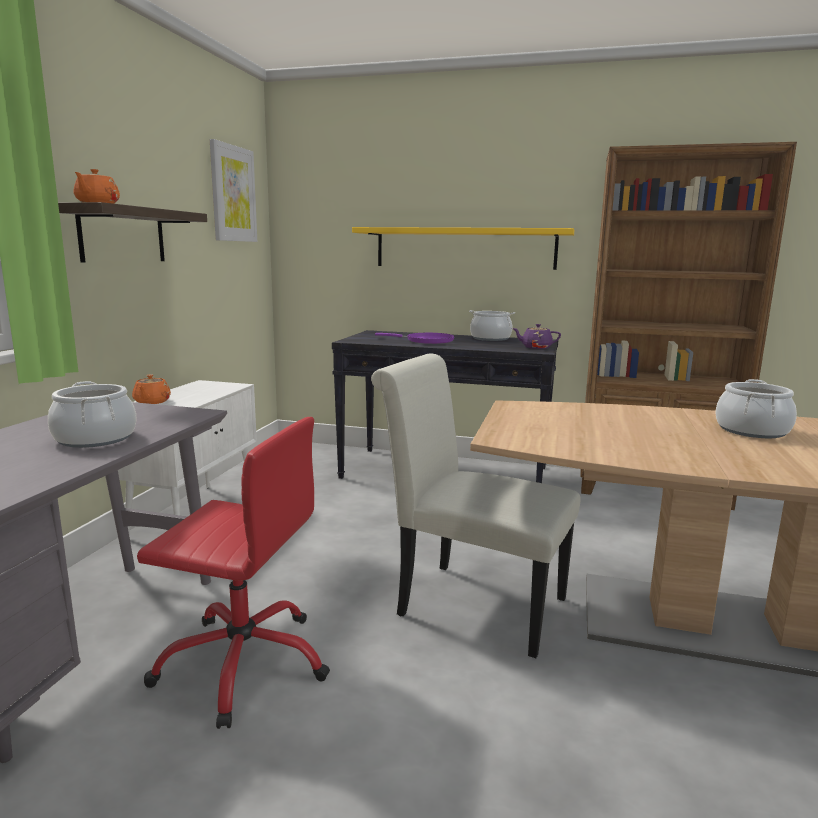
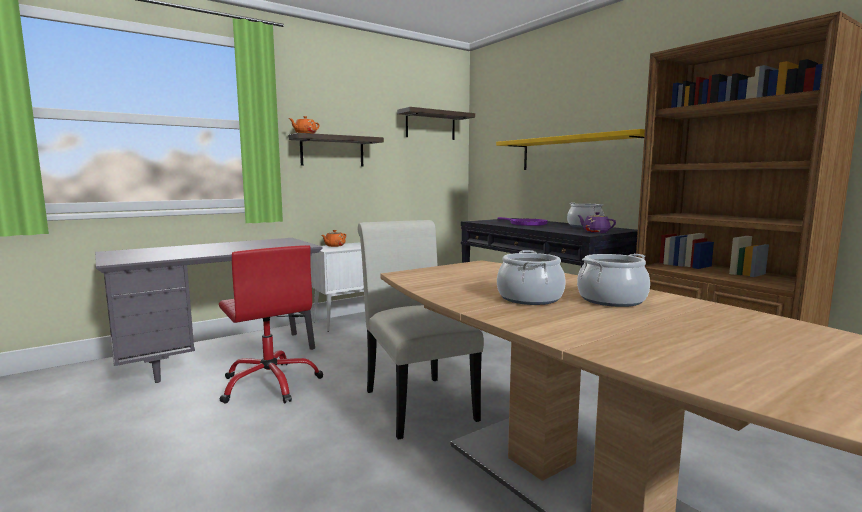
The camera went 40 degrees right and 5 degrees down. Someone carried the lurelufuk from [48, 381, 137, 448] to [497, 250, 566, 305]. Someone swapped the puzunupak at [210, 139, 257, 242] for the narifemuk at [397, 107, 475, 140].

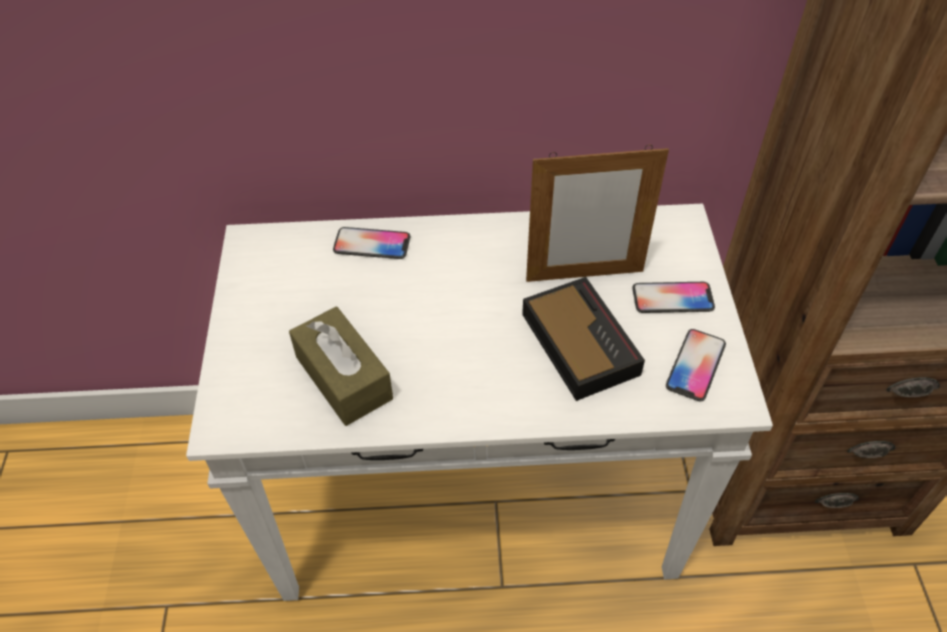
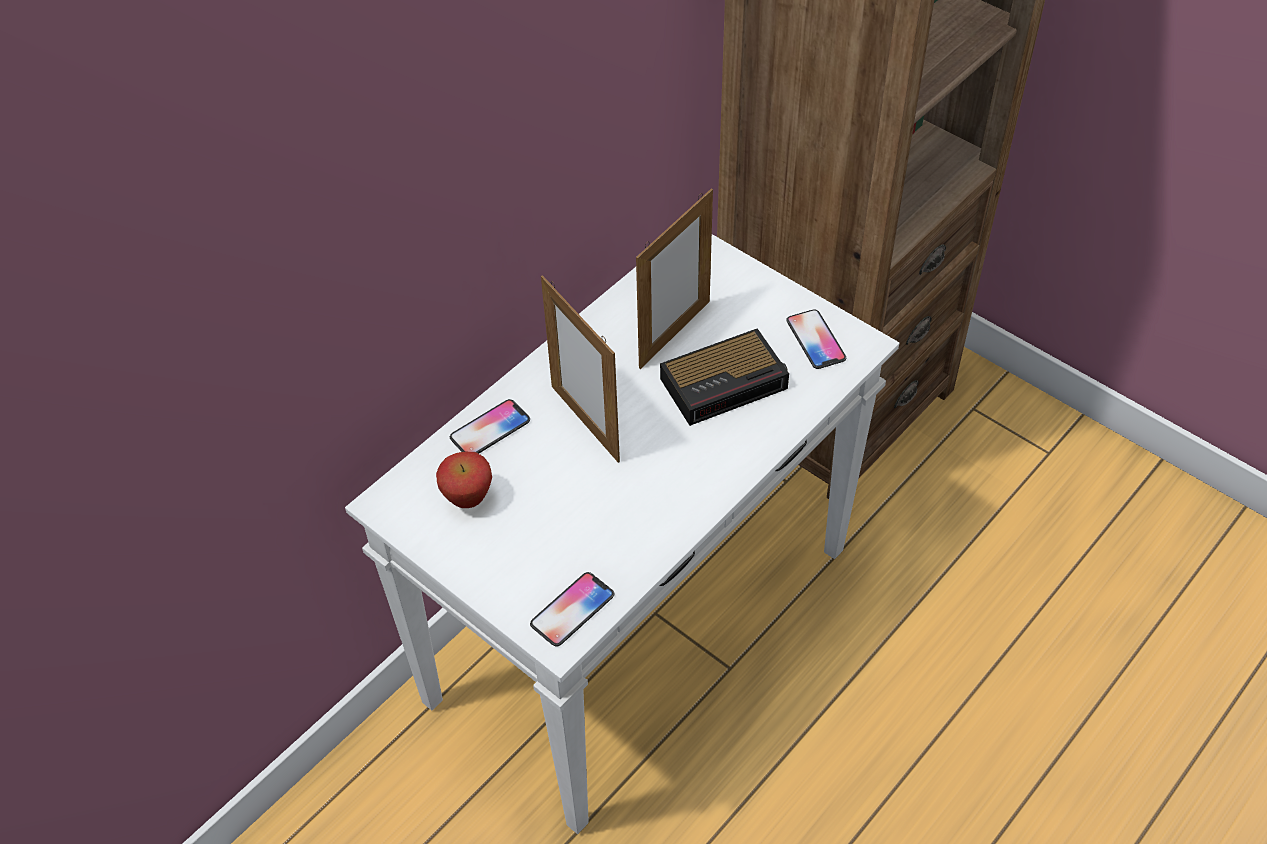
The camera went 45 degrees left and 0 degrees up. Someone took away the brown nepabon at [289, 307, 393, 426]. Someone rotated the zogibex at [522, 277, 645, 401] by 135 degrees clockwise. Someone carried the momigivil from [633, 282, 715, 313] to [530, 572, 614, 647]. Someone put down the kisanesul at [436, 452, 492, 508]. Someone put down the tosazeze at [541, 275, 620, 463].

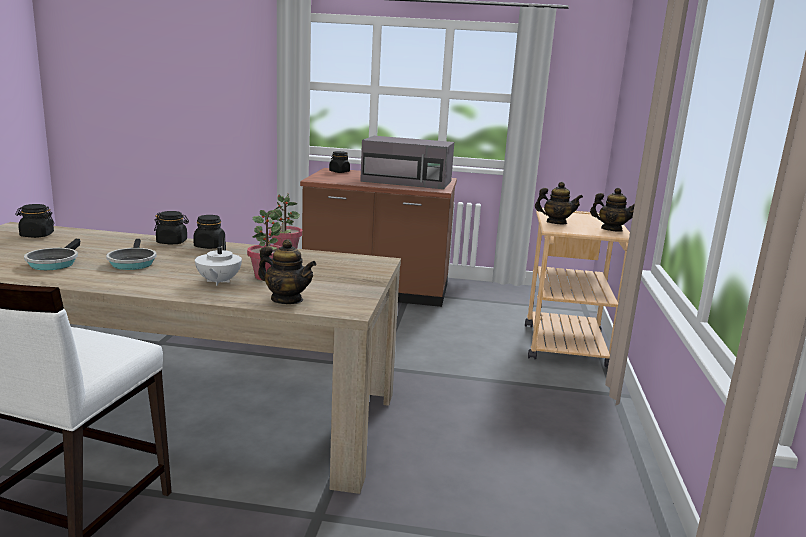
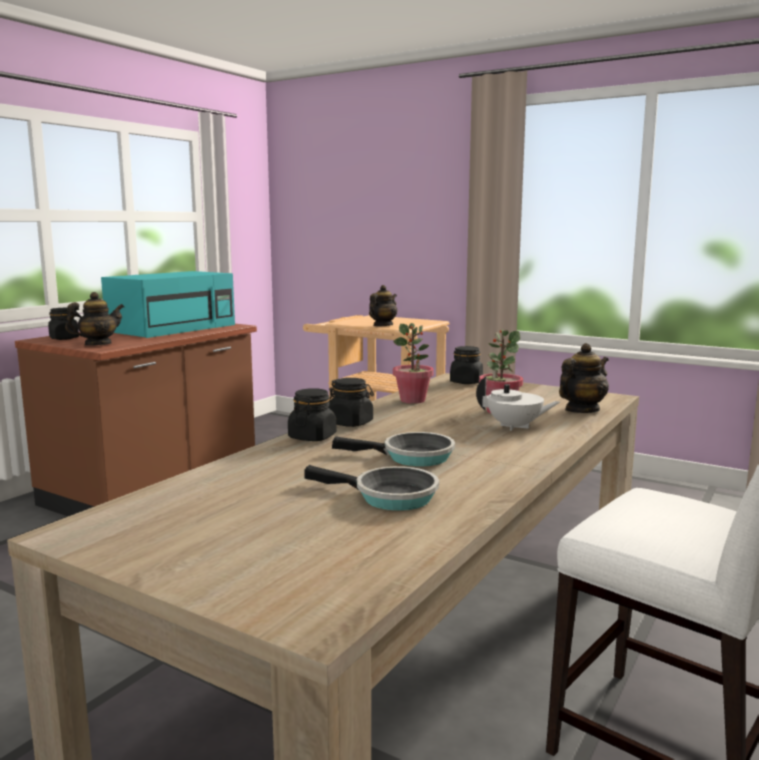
The camera went 65 degrees left and 5 degrees down. Someone carried the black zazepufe from [15, 204, 54, 238] to [450, 346, 483, 384]. Someone repainted the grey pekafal at [360, 136, 454, 189], which became the turquoise pekafal at [101, 271, 235, 338]. Someone carried the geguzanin from [590, 188, 635, 232] to [65, 292, 124, 345].

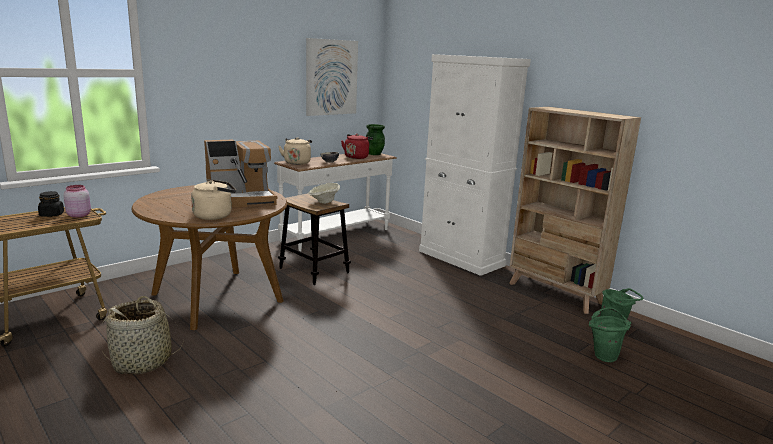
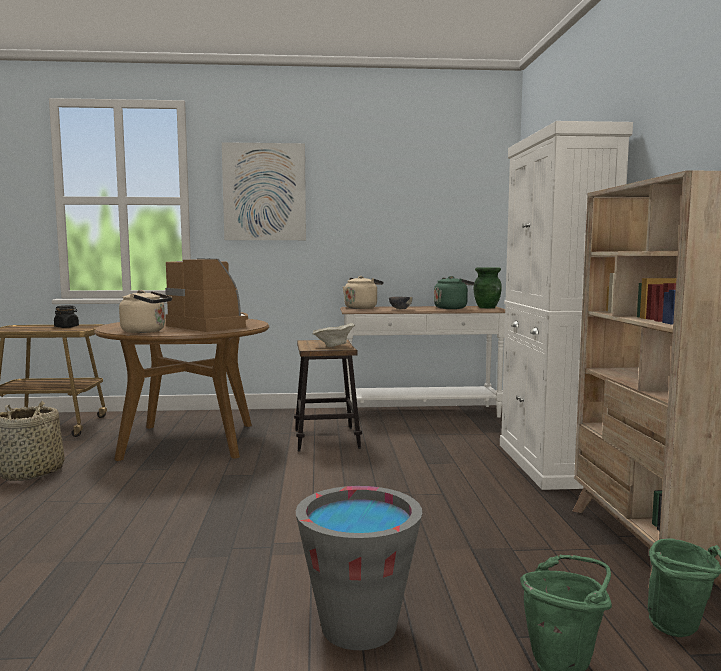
The camera went 40 degrees right and 10 degrees down. Someone took away the pink zazepufe at [63, 185, 91, 218]. Someone rotated the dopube at [204, 140, 277, 207] by 150 degrees counterclockwise. Someone carried the puzunupak from [306, 38, 358, 116] to [222, 142, 306, 240]. Someone repainted the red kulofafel at [341, 134, 373, 159], which became the green kulofafel at [434, 276, 475, 309]. Someone put down the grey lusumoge at [296, 486, 422, 650].

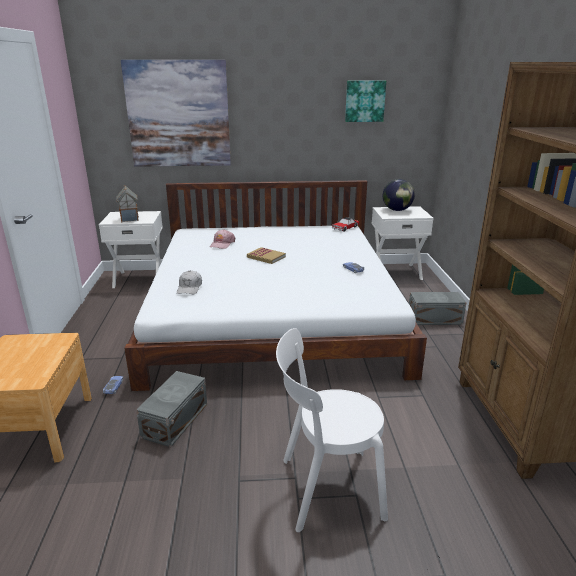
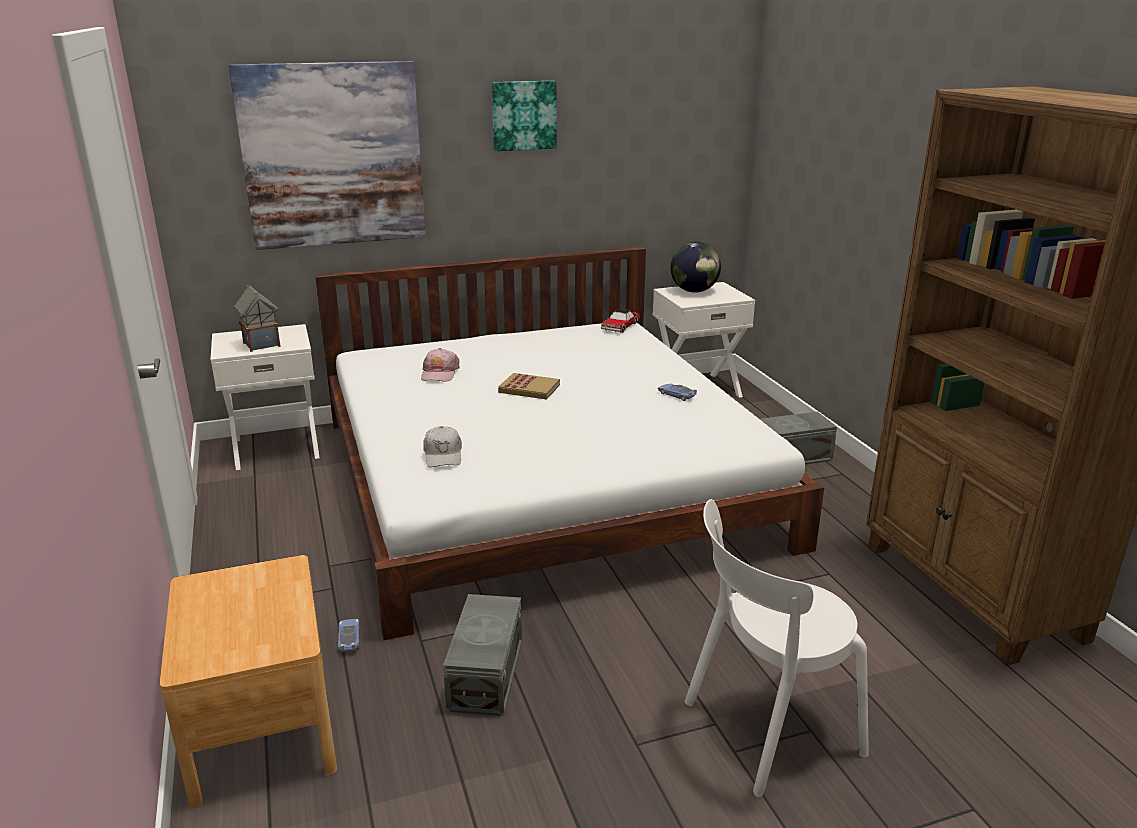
The camera went 15 degrees left and 0 degrees up. Someone carried the puzunupak from [345, 81, 386, 122] to [492, 81, 557, 151].

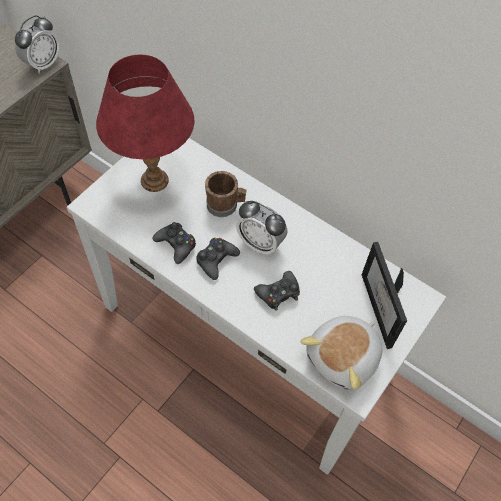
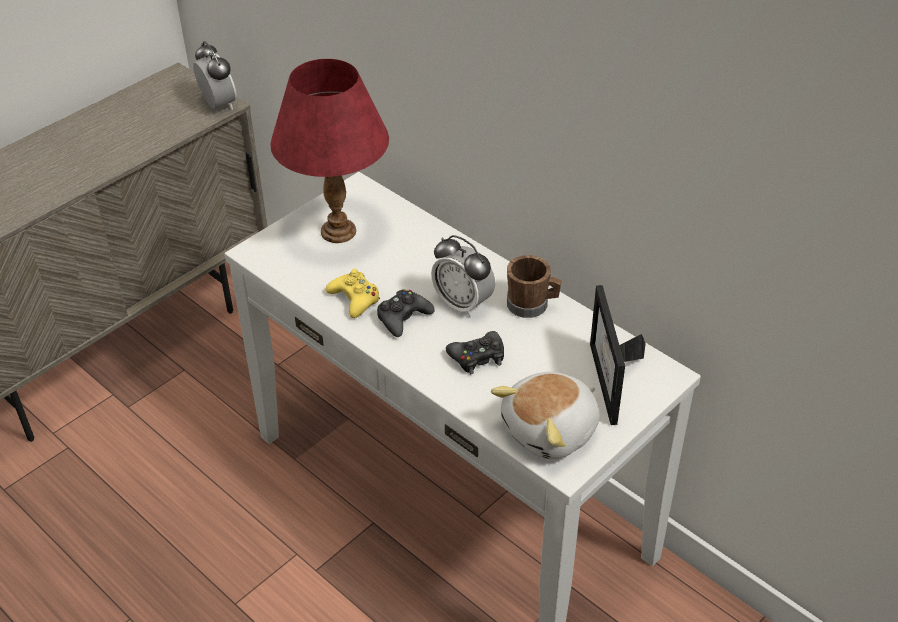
The camera went 10 degrees right and 15 degrees down. Someone rotated the zogibex at [15, 15, 60, 74] by 75 degrees counterclockwise. Someone repainted the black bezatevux at [153, 222, 196, 264], which became the yellow bezatevux at [326, 269, 380, 318]. Someone carried the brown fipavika from [205, 171, 246, 217] to [507, 255, 562, 318].

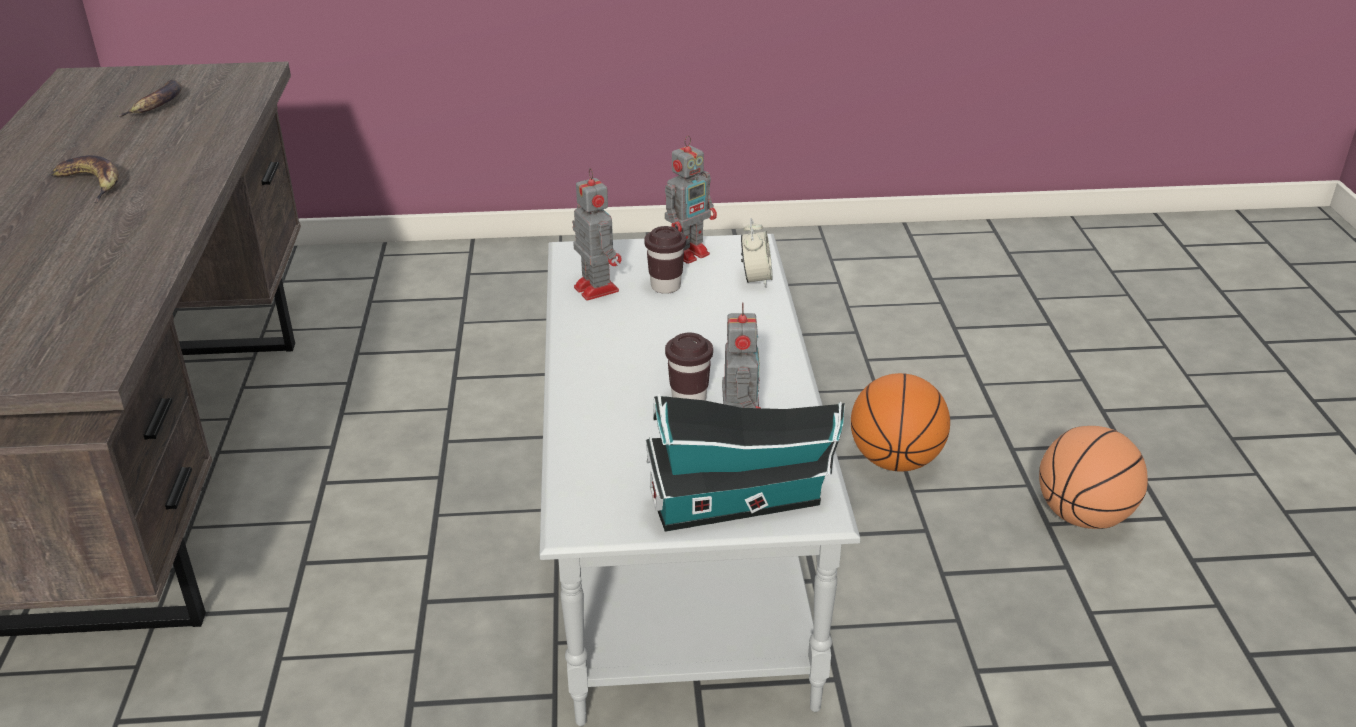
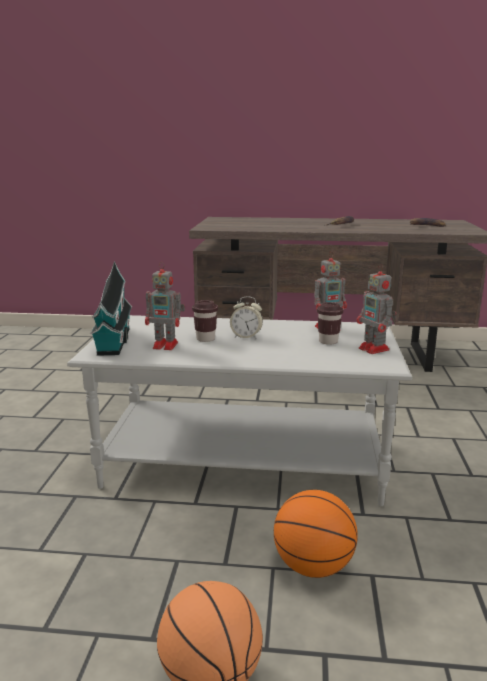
The camera went 100 degrees right and 15 degrees down. Someone carried the zogibex from [741, 218, 773, 288] to [230, 296, 263, 339].

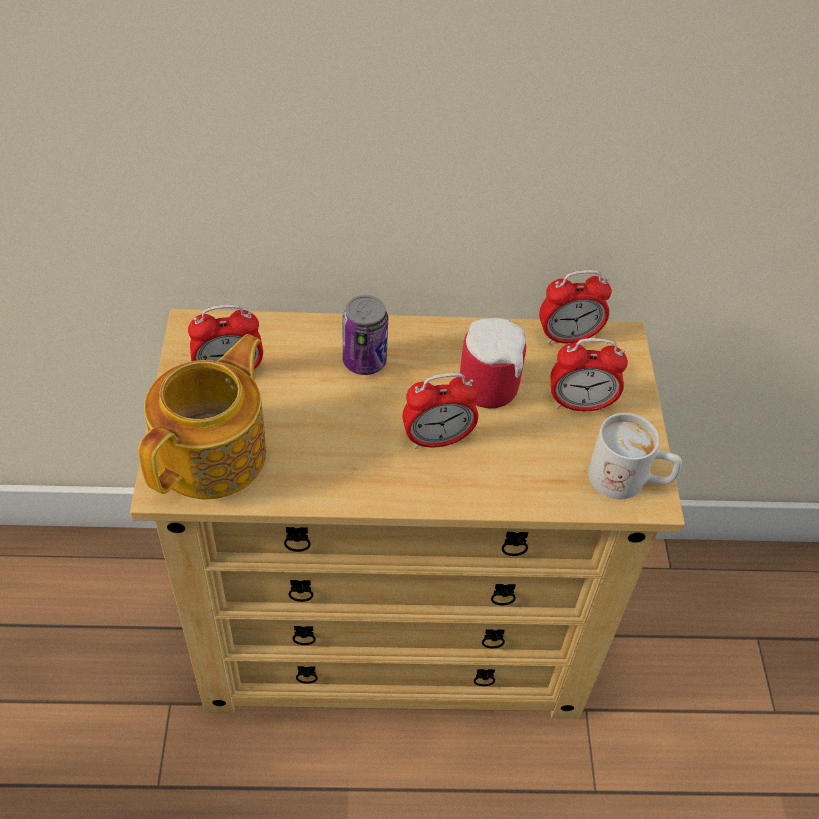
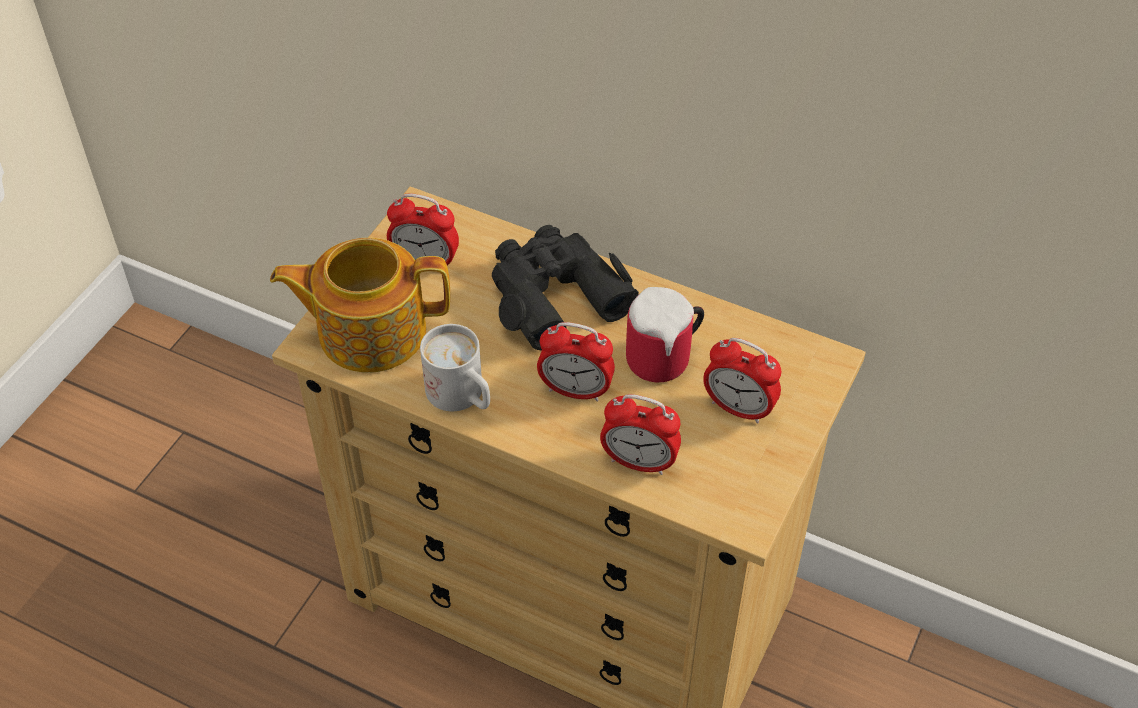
The camera went 30 degrees right and 0 degrees up. Someone rotated the geguzanin at [138, 334, 266, 500] by 150 degrees counterclockwise. Someone swapped the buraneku at [343, 295, 388, 375] for the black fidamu at [492, 225, 639, 351]. Someone carried the zogibex from [539, 270, 612, 344] to [600, 394, 681, 475]. Someone carried the white fipavika from [588, 413, 682, 499] to [420, 324, 490, 411].

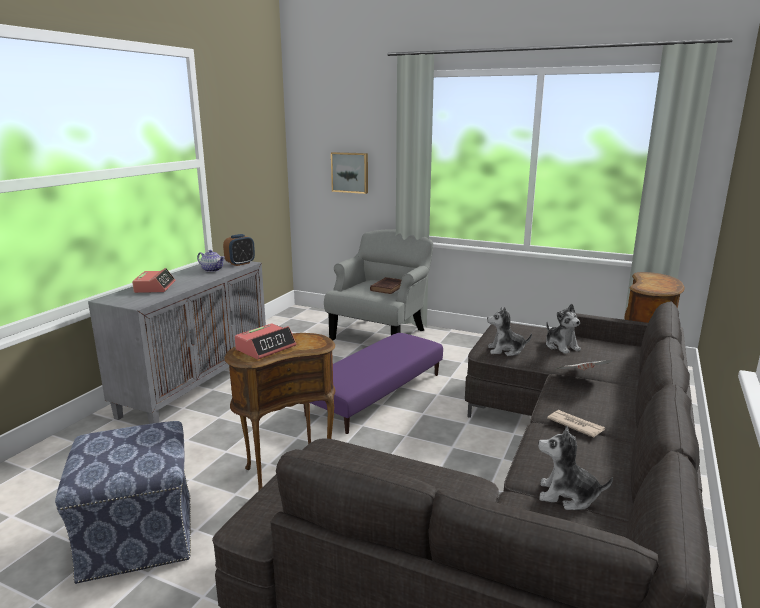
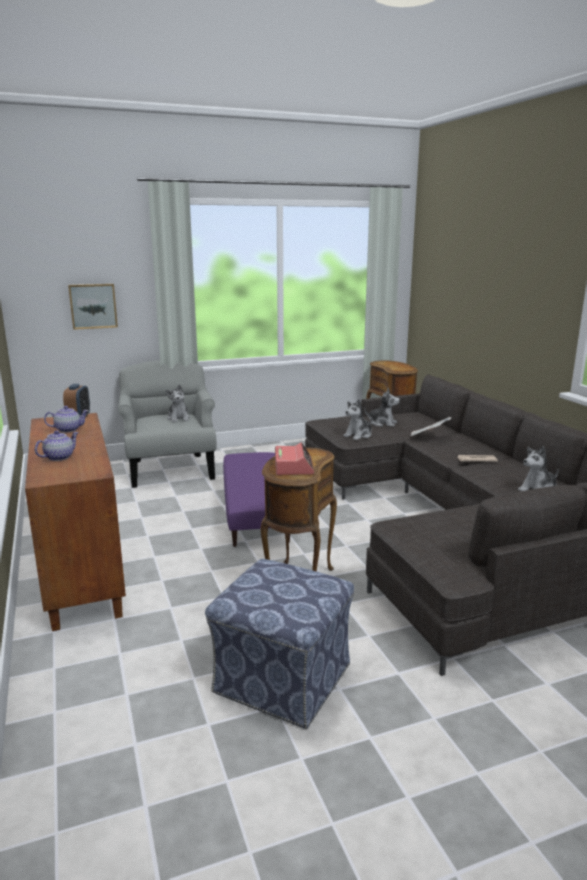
The camera went 45 degrees left and 0 degrees up. Someone repainted the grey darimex at [88, 258, 266, 424], which became the brown darimex at [25, 413, 126, 631]. Someone swapped the zogibex at [132, 268, 175, 293] for the geguzanin at [35, 430, 79, 461]. Someone swapped the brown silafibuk at [370, 277, 402, 294] for the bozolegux at [166, 384, 190, 422].

